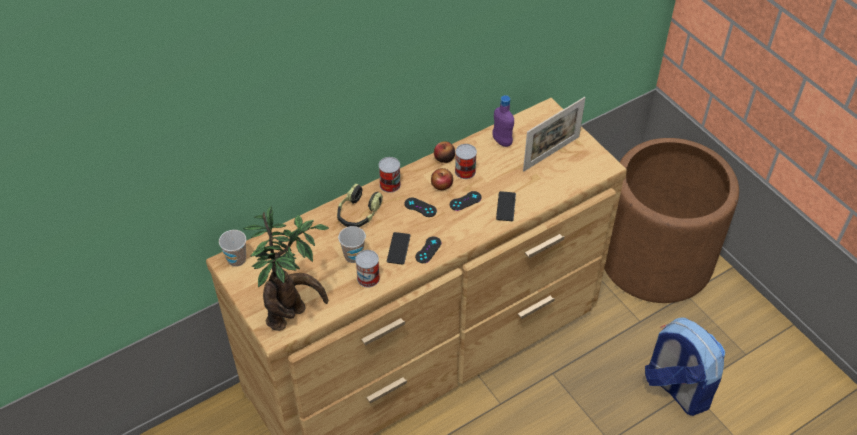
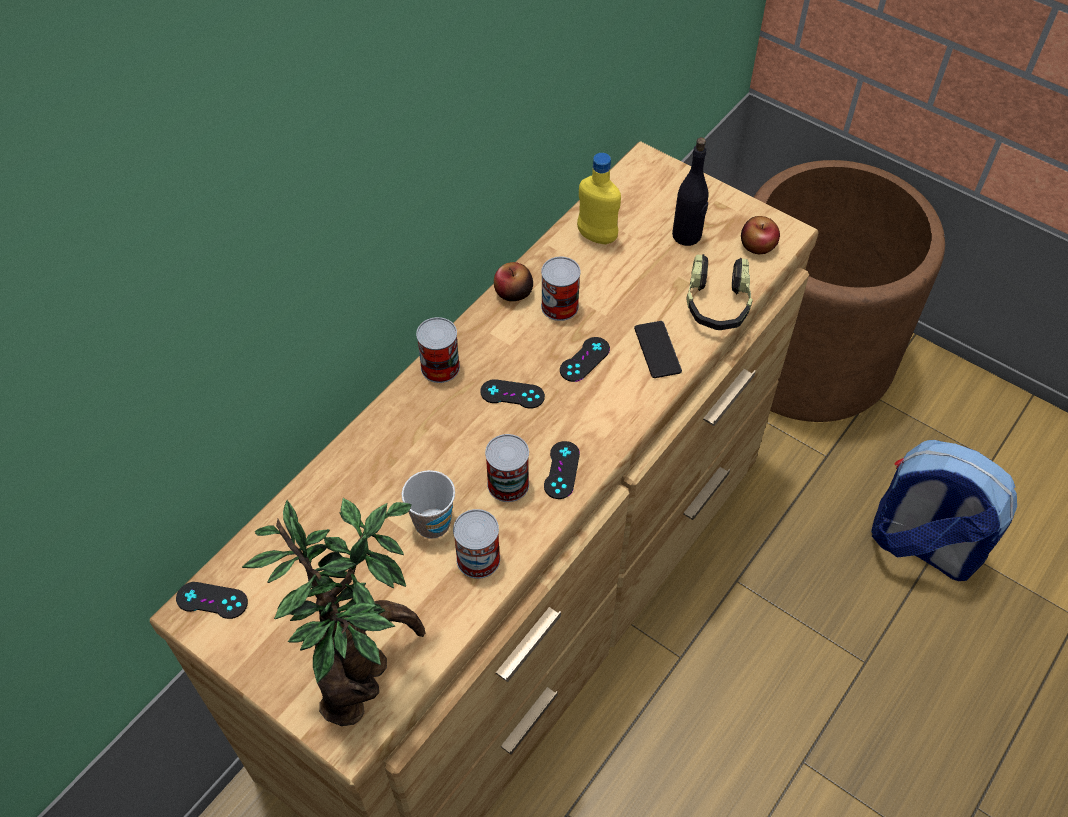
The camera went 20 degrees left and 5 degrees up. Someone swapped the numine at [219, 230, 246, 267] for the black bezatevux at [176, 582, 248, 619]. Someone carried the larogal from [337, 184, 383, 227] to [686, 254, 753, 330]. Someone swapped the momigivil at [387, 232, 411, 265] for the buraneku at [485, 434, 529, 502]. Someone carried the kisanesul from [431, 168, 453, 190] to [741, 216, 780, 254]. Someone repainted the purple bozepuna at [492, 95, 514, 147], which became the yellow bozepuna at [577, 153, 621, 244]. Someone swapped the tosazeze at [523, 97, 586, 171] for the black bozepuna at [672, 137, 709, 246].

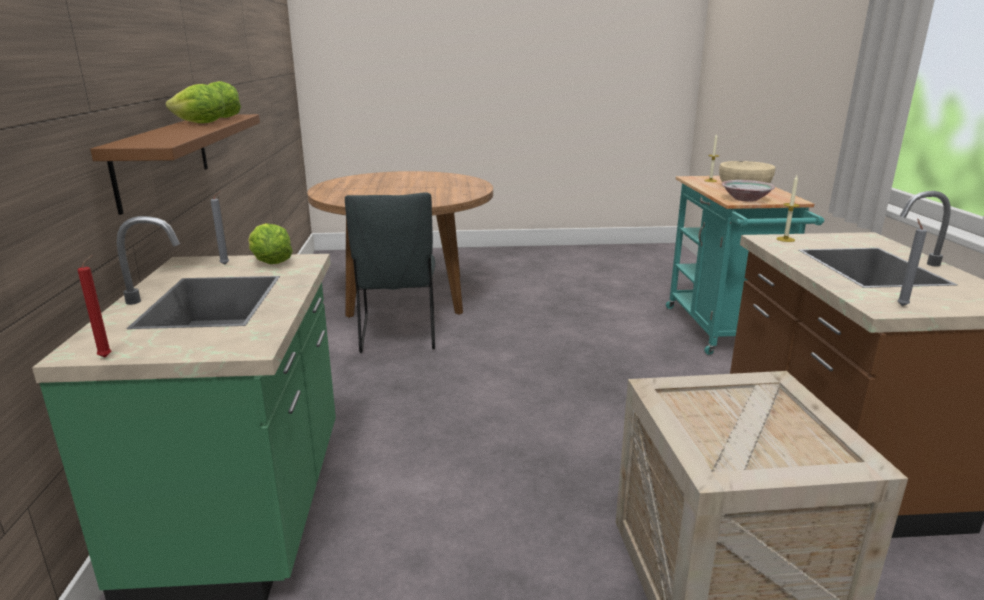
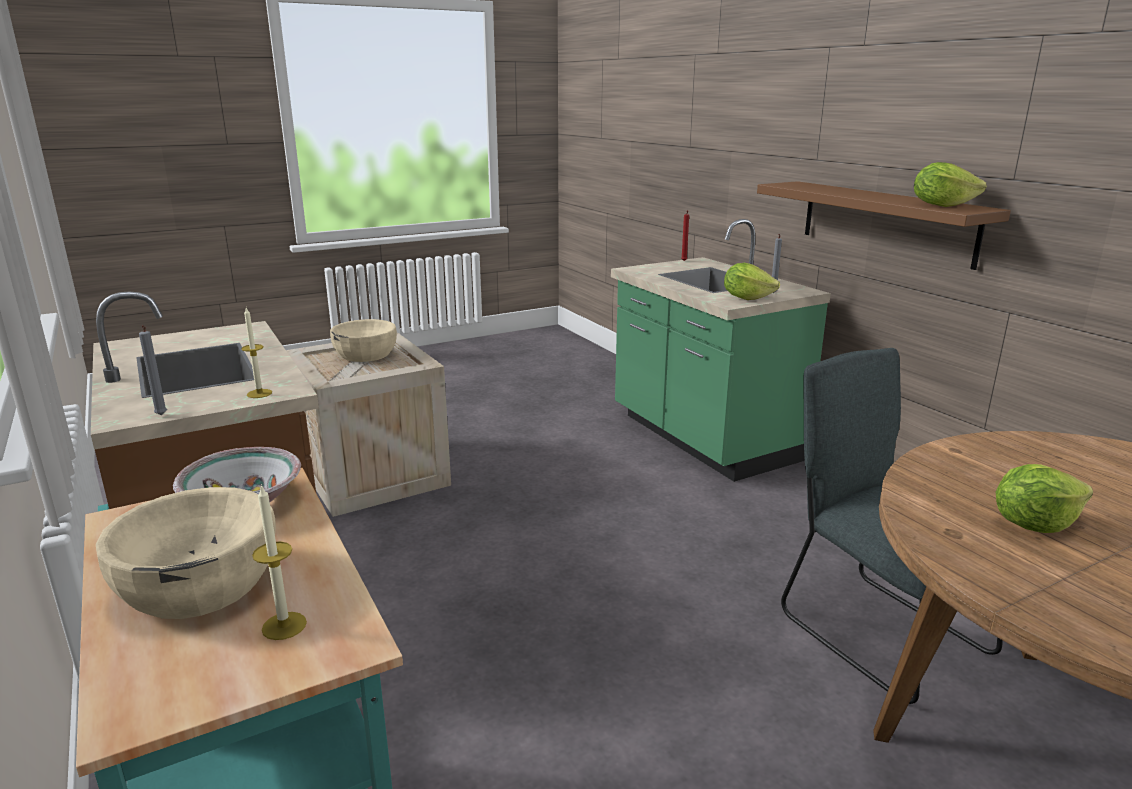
The camera went 155 degrees right and 0 degrees up. Someone carried the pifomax from [166, 84, 225, 123] to [996, 464, 1093, 533]. Someone carried the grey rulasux from [897, 219, 927, 306] to [139, 325, 167, 415]. Someone put down the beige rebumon at [330, 319, 397, 362].

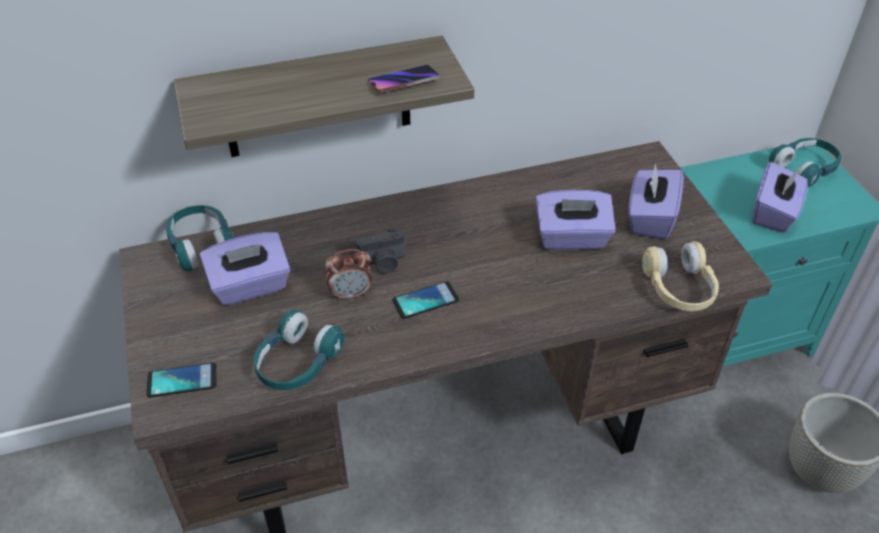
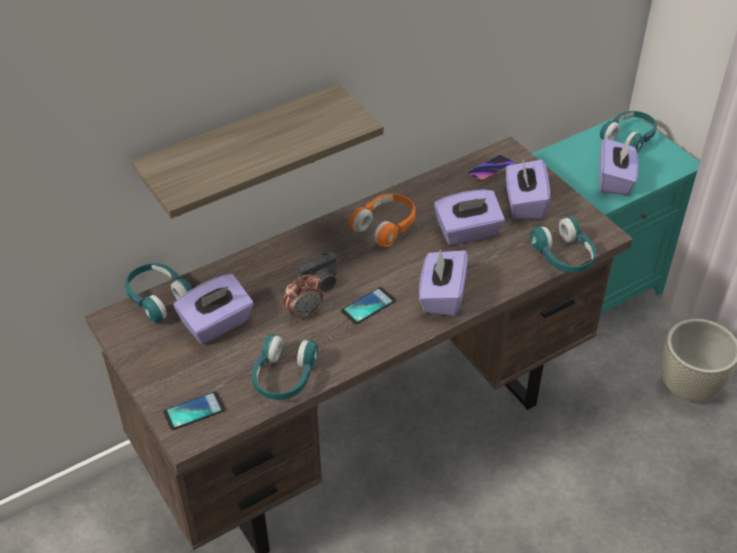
The camera went 15 degrees left and 0 degrees up. Someone carried the momigivil from [368, 65, 440, 93] to [468, 155, 515, 182]. Someone repainted the beige larogal at [642, 241, 719, 311], which became the turquoise larogal at [530, 216, 596, 273]. Someone put down the orange larogal at [349, 194, 416, 247]. Someone put down the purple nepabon at [419, 249, 468, 316].

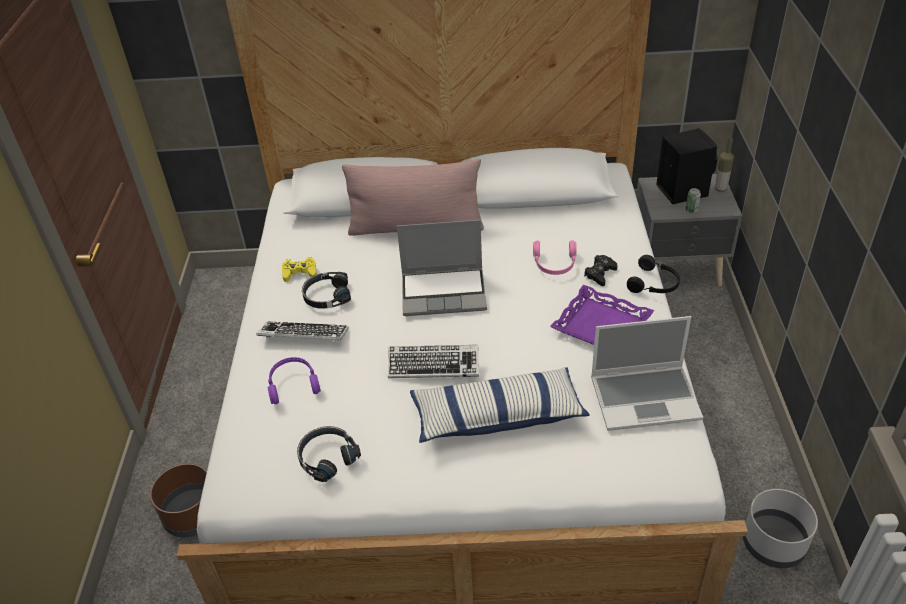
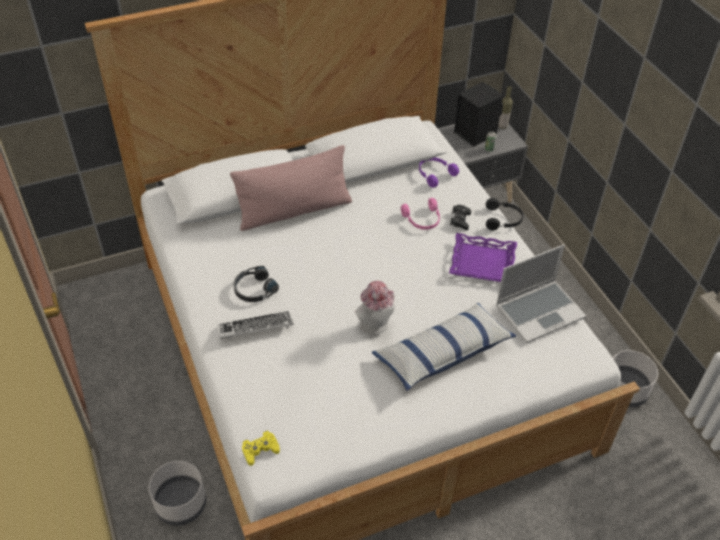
The camera went 25 degrees left and 5 degrees up. Someone repainted the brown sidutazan at [150, 463, 207, 537], which became the grey sidutazan at [149, 461, 206, 526]. Someone carried the purple larogal from [267, 357, 321, 404] to [419, 157, 459, 188]. Someone carried the yellow bezatevux from [282, 257, 317, 282] to [242, 431, 280, 466]. Someone took away the black larogal at [297, 426, 361, 482]. Someone swapped the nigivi at [388, 345, 479, 378] for the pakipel at [355, 281, 395, 335]. Someone took away the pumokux at [397, 220, 487, 316].

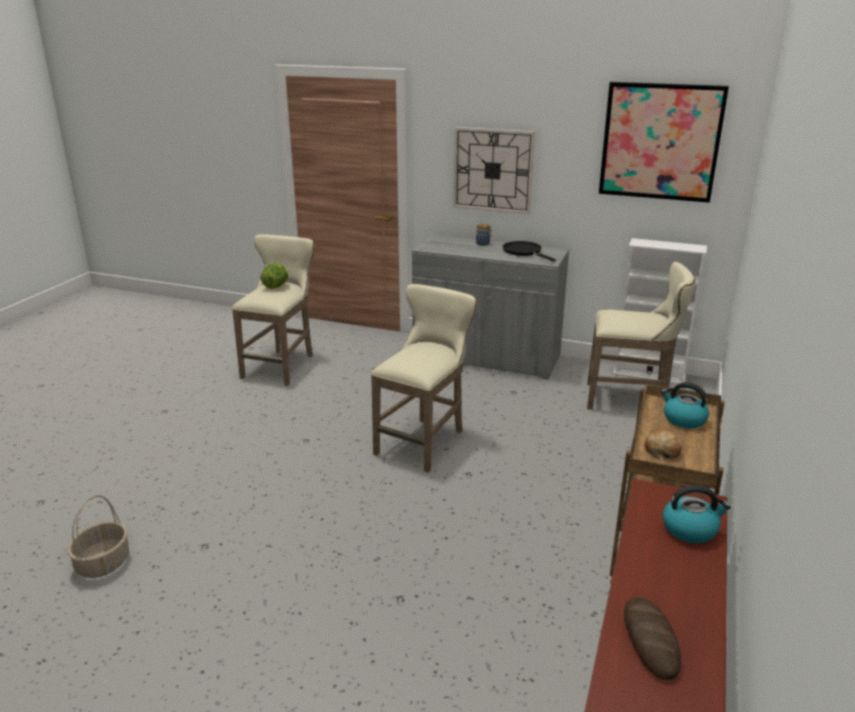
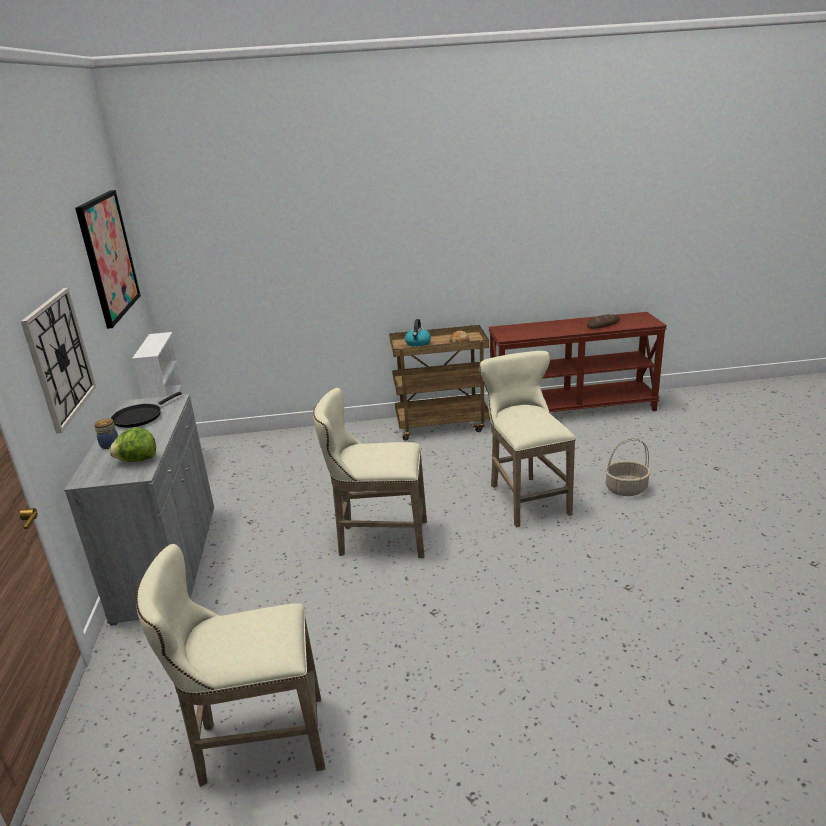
The camera went 115 degrees left and 0 degrees up. Someone carried the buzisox from [67, 495, 129, 578] to [605, 438, 651, 496]. Someone carried the pifomax from [260, 263, 288, 289] to [109, 428, 156, 462]. Someone carried the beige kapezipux from [587, 262, 695, 410] to [479, 351, 576, 528]. Someone took away the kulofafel at [663, 485, 731, 543].

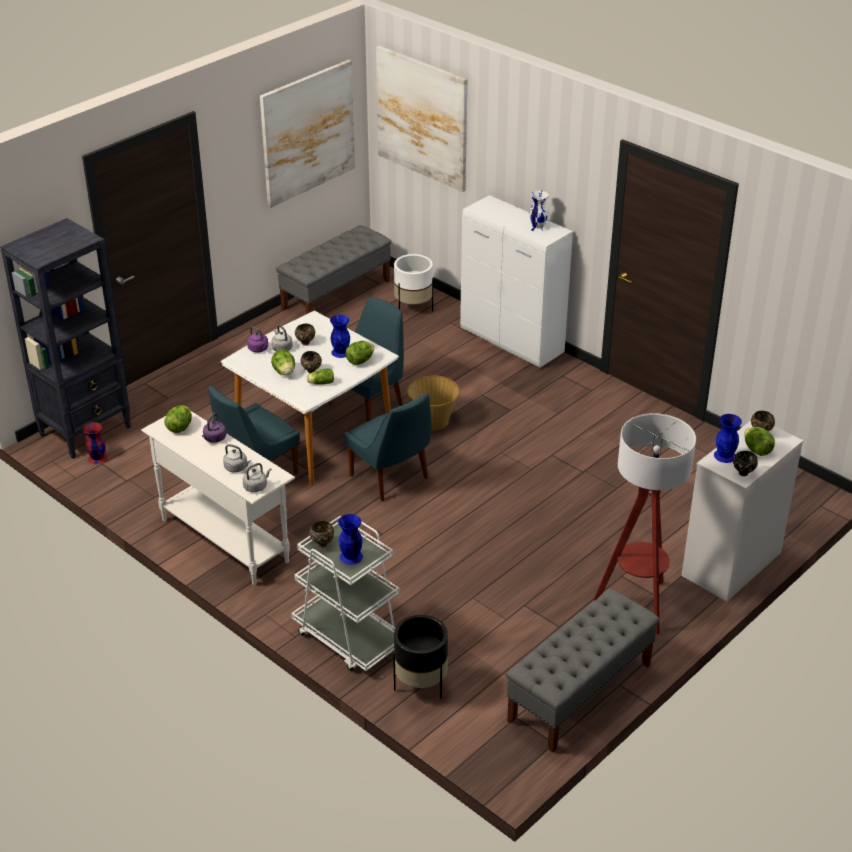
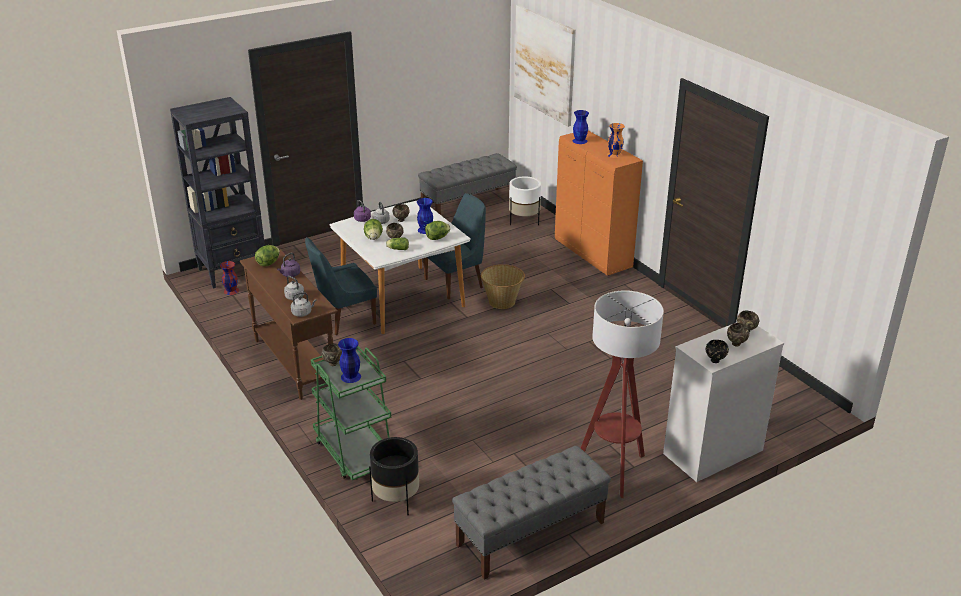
The camera went 15 degrees right and 5 degrees down. Someone repainted the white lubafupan at [141, 411, 295, 585], which became the brown lubafupan at [240, 249, 338, 400]. Someone took away the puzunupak at [260, 59, 355, 208]. Someone repainted the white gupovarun at [291, 516, 399, 671], which became the green gupovarun at [311, 346, 391, 480]. Someone took away the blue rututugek at [344, 393, 431, 501]. Someone repainted the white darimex at [460, 195, 573, 368], which became the orange darimex at [555, 131, 643, 276]. Someone repainted the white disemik at [529, 191, 549, 232], which became the orange disemik at [607, 123, 625, 158]. Someone carried the blue disemik from [714, 414, 742, 463] to [573, 110, 589, 144]. Someone swapped the pifomax at [744, 427, 775, 456] for the brown rebumon at [727, 323, 749, 347].

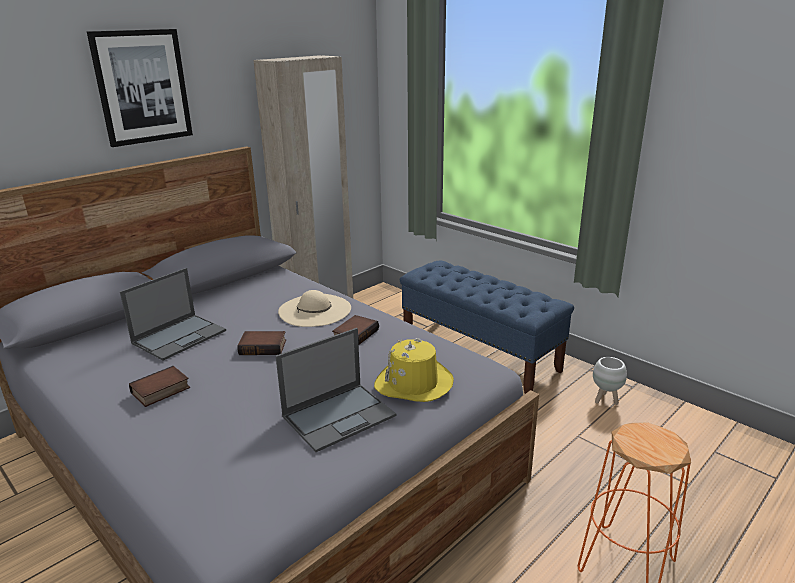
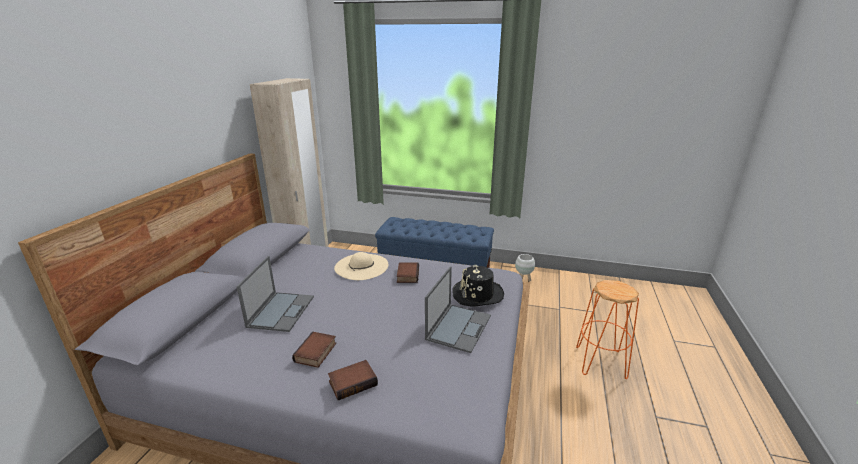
The camera went 30 degrees left and 0 degrees up. Someone took away the puzunupak at [87, 29, 193, 147]. Someone carried the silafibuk from [237, 331, 286, 355] to [328, 360, 378, 400]. Someone repainted the yellow pakipel at [374, 338, 454, 402], which became the black pakipel at [453, 265, 504, 306].

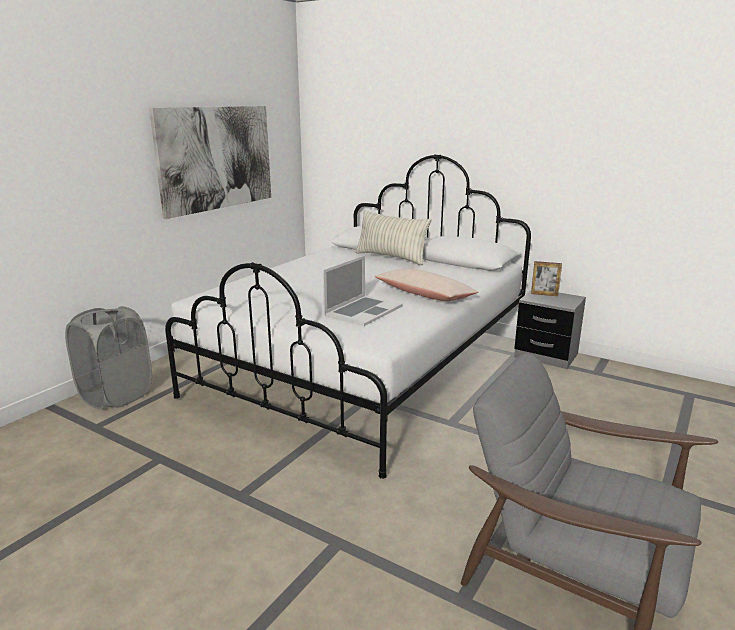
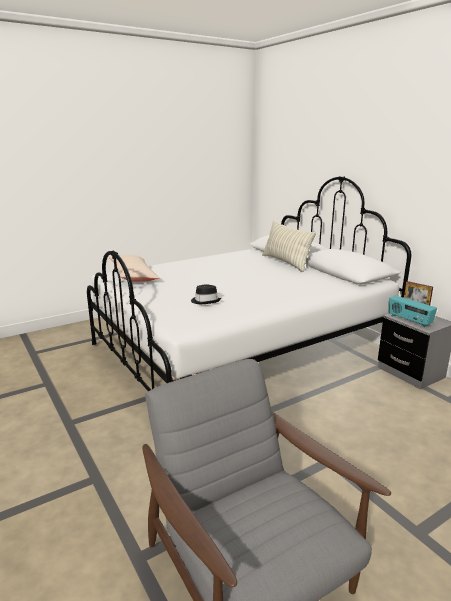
The camera went 25 degrees right and 0 degrees up. Someone took away the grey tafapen at [65, 306, 152, 410]. Someone took away the puzunupak at [149, 106, 271, 219]. Someone swapped the pumokux at [323, 255, 403, 326] for the black pakipel at [191, 285, 221, 304]. Someone carried the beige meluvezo from [374, 269, 478, 301] to [109, 255, 160, 282]. Someone put down the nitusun at [389, 295, 437, 328].

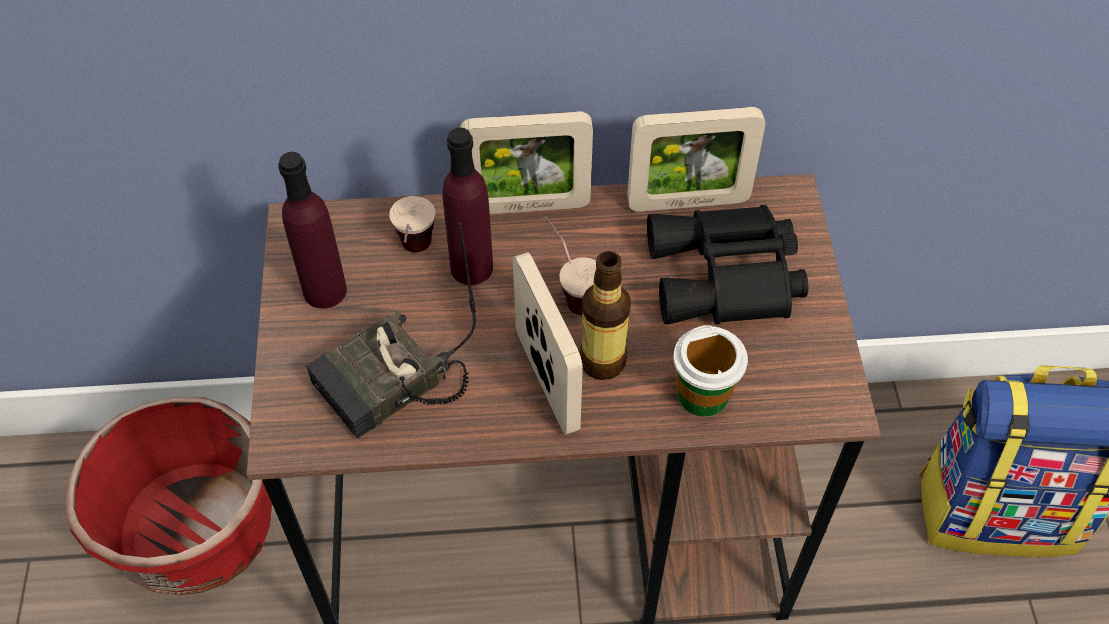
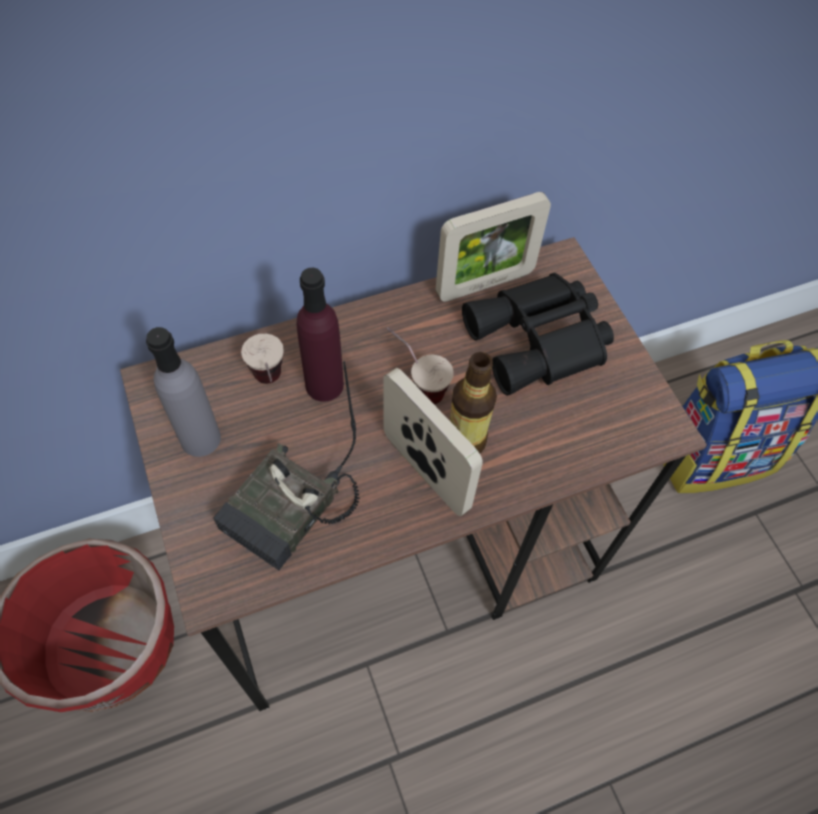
The camera went 20 degrees left and 5 degrees up. Someone repainted the purple bozepuna at [278, 152, 347, 309], which became the grey bozepuna at [146, 327, 221, 457]. Someone took away the tosazeze at [460, 111, 593, 214]. Someone took away the numine at [673, 325, 748, 417].

